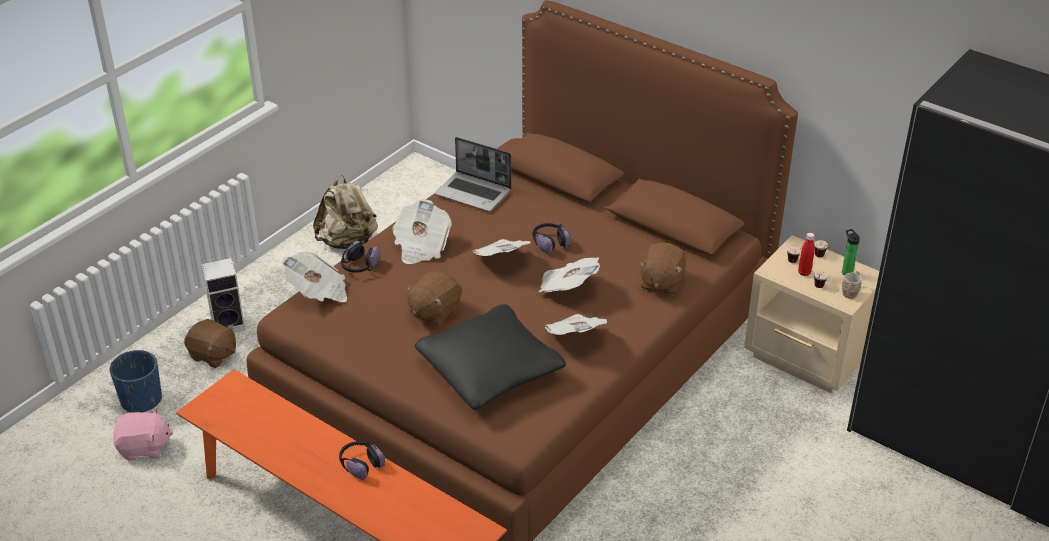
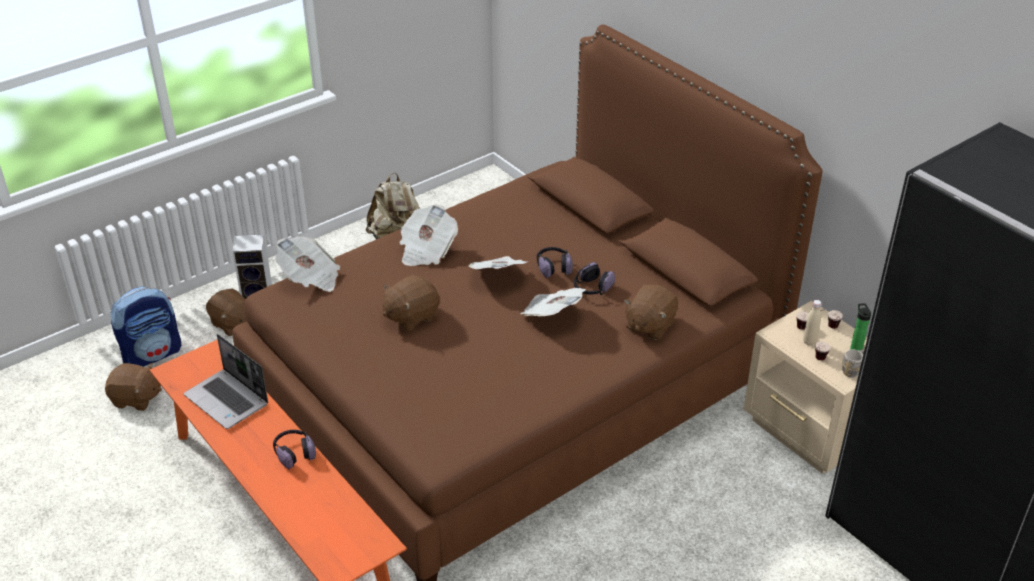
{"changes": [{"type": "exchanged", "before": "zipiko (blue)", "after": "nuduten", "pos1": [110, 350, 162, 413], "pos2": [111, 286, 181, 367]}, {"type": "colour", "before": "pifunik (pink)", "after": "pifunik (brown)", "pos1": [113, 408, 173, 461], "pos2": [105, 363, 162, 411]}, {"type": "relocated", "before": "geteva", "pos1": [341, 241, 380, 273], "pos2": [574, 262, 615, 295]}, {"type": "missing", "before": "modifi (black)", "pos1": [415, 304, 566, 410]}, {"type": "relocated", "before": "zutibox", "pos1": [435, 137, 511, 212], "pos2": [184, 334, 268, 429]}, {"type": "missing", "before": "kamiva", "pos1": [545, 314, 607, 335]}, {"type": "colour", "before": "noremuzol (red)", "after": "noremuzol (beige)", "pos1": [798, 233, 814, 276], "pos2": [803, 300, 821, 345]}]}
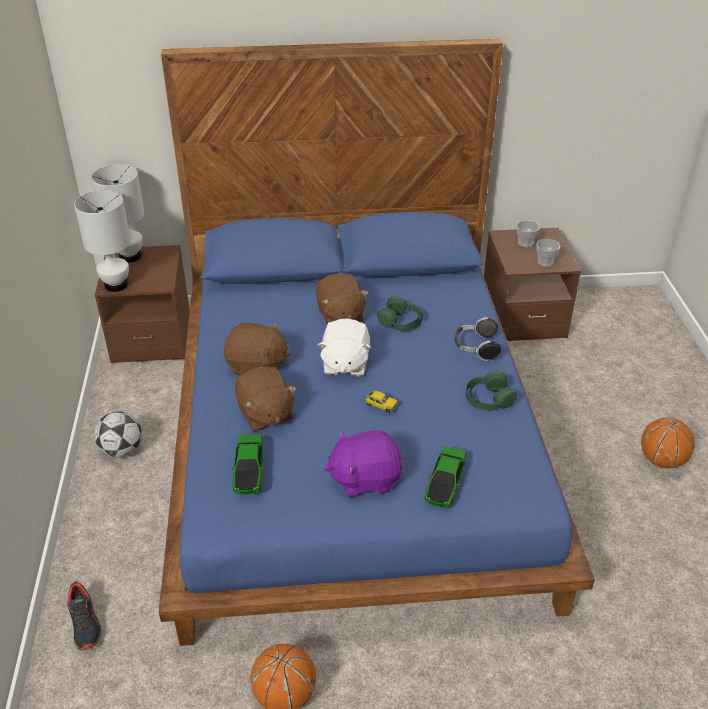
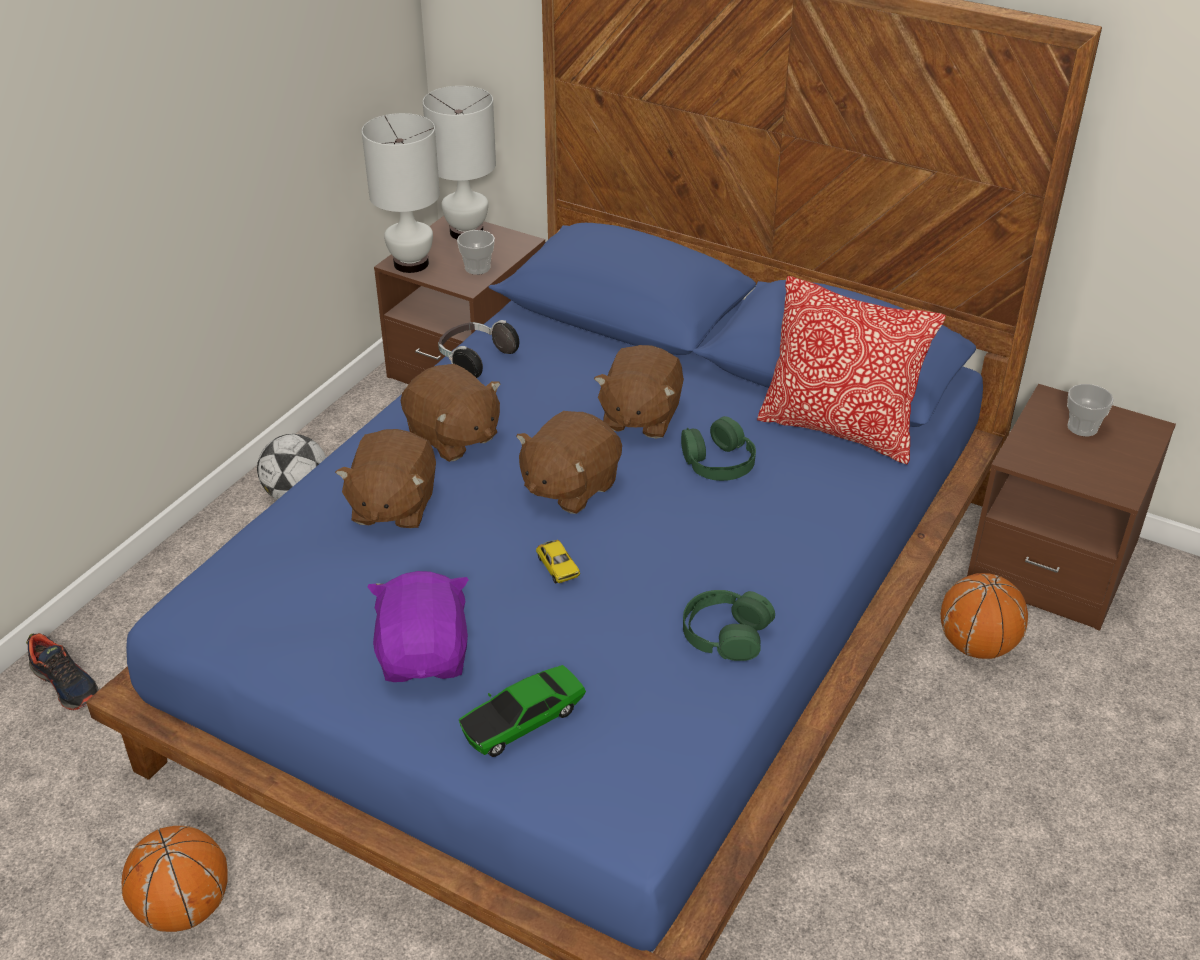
{"changes": [{"type": "spun", "before": "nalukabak", "pos1": [67, 581, 102, 650], "pos2": [26, 633, 99, 710], "turn": -60}, {"type": "missing", "before": "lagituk", "pos1": [231, 435, 264, 495]}, {"type": "colour", "before": "pifunik (white)", "after": "pifunik (brown)", "pos1": [318, 319, 371, 377], "pos2": [516, 411, 622, 514]}, {"type": "spun", "before": "pifunik (purple)", "pos1": [324, 430, 402, 498], "pos2": [367, 571, 469, 682], "turn": 60}, {"type": "relocated", "before": "geteva", "pos1": [455, 317, 501, 361], "pos2": [438, 320, 519, 378]}, {"type": "relocated", "before": "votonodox", "pos1": [537, 239, 560, 267], "pos2": [457, 230, 495, 275]}, {"type": "relocated", "before": "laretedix", "pos1": [641, 417, 695, 469], "pos2": [941, 573, 1028, 659]}, {"type": "appeared", "after": "modifi", "pos2": [757, 276, 946, 464]}]}
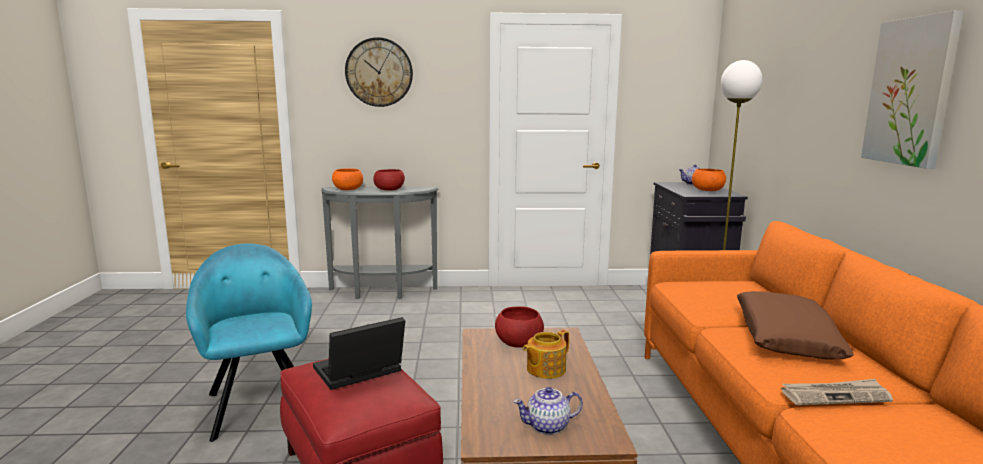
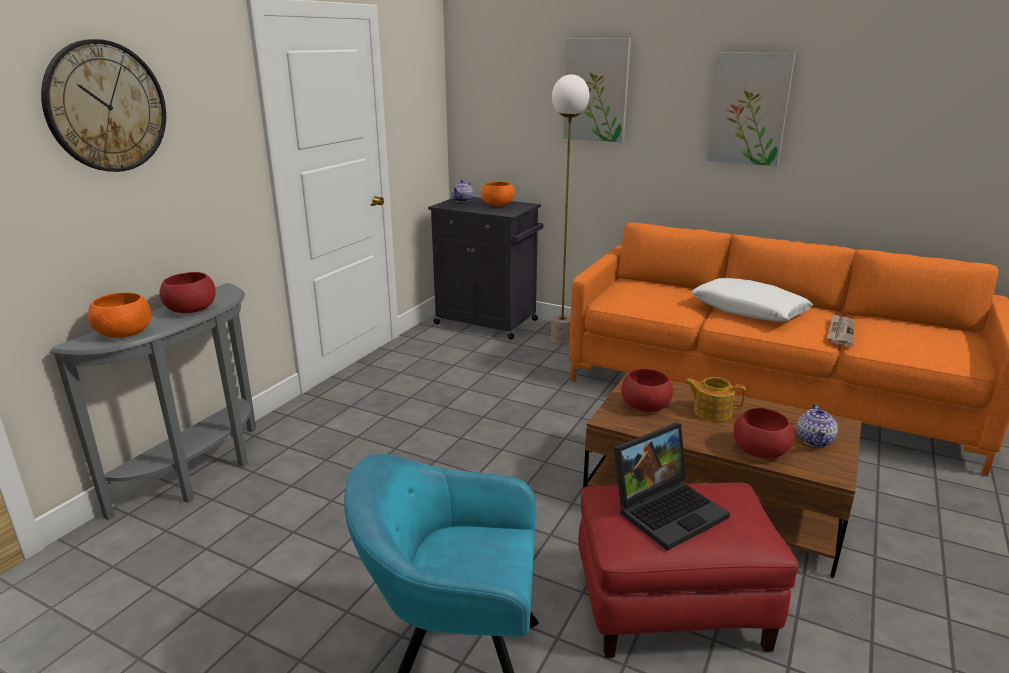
{"changes": [{"type": "spun", "before": "zutibox", "pos1": [313, 317, 405, 390], "pos2": [614, 423, 730, 551], "turn": -120}, {"type": "spun", "before": "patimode", "pos1": [523, 330, 569, 379], "pos2": [684, 377, 746, 421], "turn": 120}, {"type": "colour", "before": "modifi (brown)", "after": "modifi (white)", "pos1": [737, 291, 854, 360], "pos2": [691, 278, 813, 322]}, {"type": "appeared", "after": "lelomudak", "pos2": [563, 38, 631, 143]}, {"type": "appeared", "after": "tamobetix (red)", "pos2": [734, 408, 794, 458]}]}
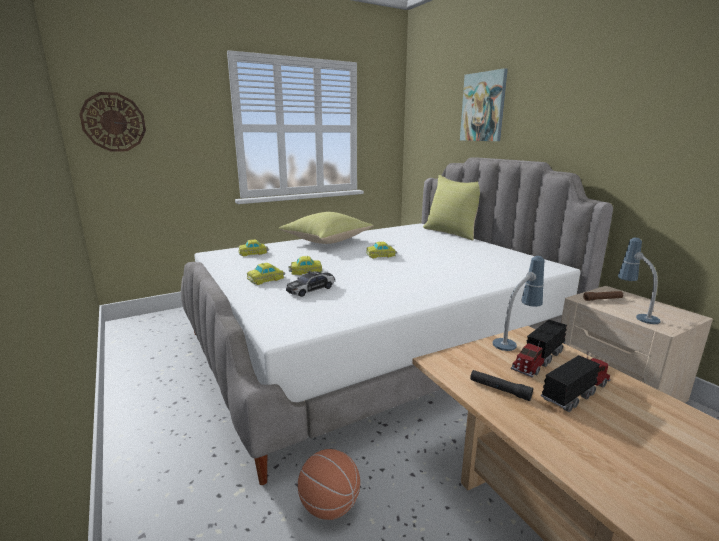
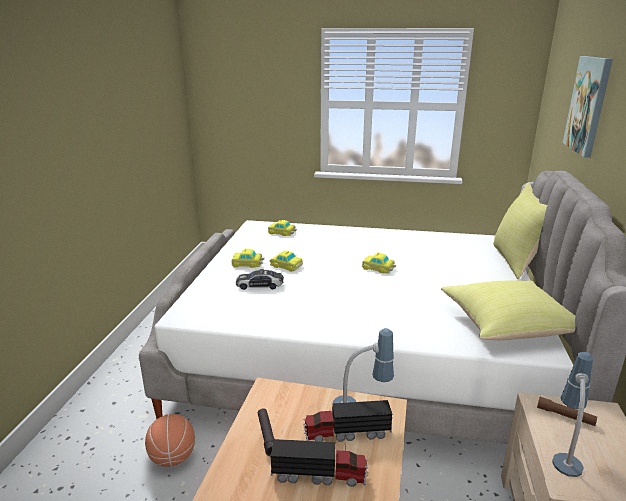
{"changes": [{"type": "missing", "before": "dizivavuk", "pos1": [79, 92, 146, 152]}, {"type": "relocated", "before": "modifi (yellow)", "pos1": [279, 212, 373, 244], "pos2": [441, 281, 575, 340]}]}
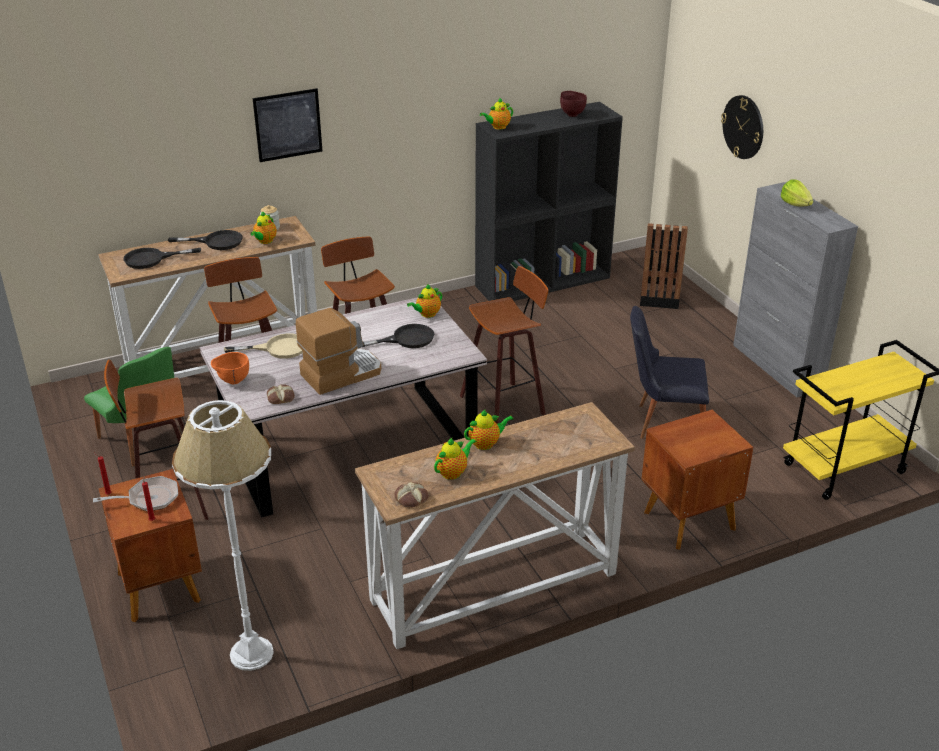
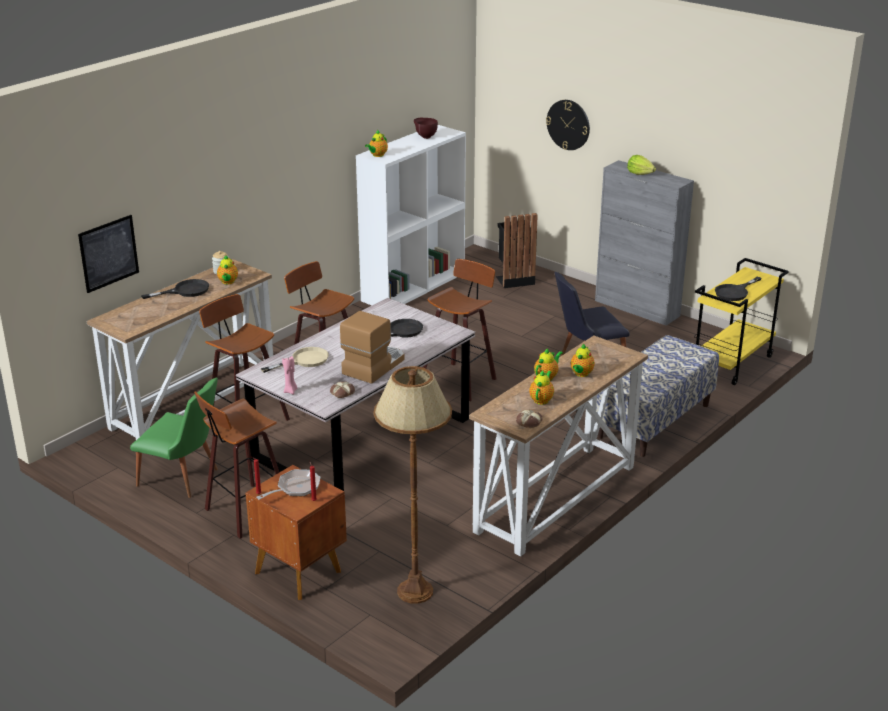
{"changes": [{"type": "relocated", "before": "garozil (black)", "pos1": [123, 248, 201, 269], "pos2": [715, 277, 762, 301]}, {"type": "colour", "before": "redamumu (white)", "after": "redamumu (brown)", "pos1": [172, 400, 274, 671], "pos2": [374, 366, 452, 604]}, {"type": "exchanged", "before": "tamobetix (orange)", "after": "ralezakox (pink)", "pos1": [211, 352, 249, 384], "pos2": [282, 356, 297, 394]}, {"type": "relocated", "before": "lelomudak", "pos1": [252, 88, 322, 162], "pos2": [78, 215, 139, 293]}, {"type": "relocated", "before": "patimode", "pos1": [407, 284, 442, 318], "pos2": [571, 344, 595, 377]}, {"type": "colour", "before": "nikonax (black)", "after": "nikonax (white)", "pos1": [475, 102, 623, 301], "pos2": [356, 125, 466, 306]}, {"type": "exchanged", "before": "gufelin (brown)", "after": "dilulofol", "pos1": [641, 410, 753, 550], "pos2": [596, 335, 719, 457]}]}
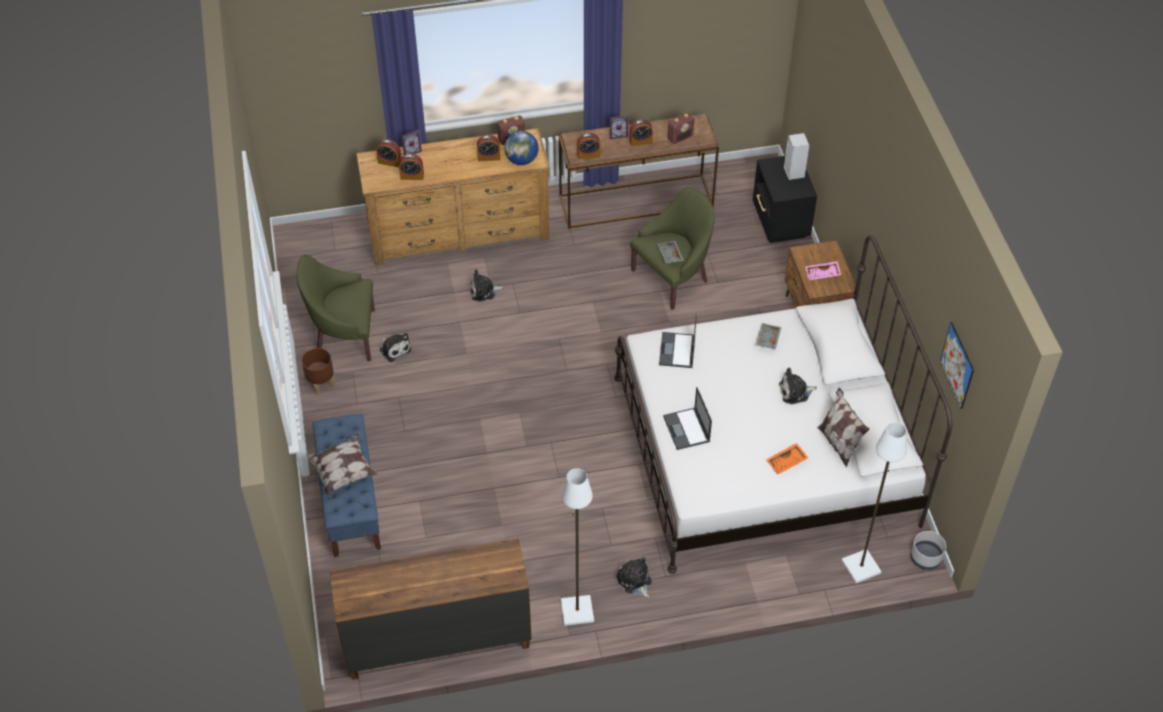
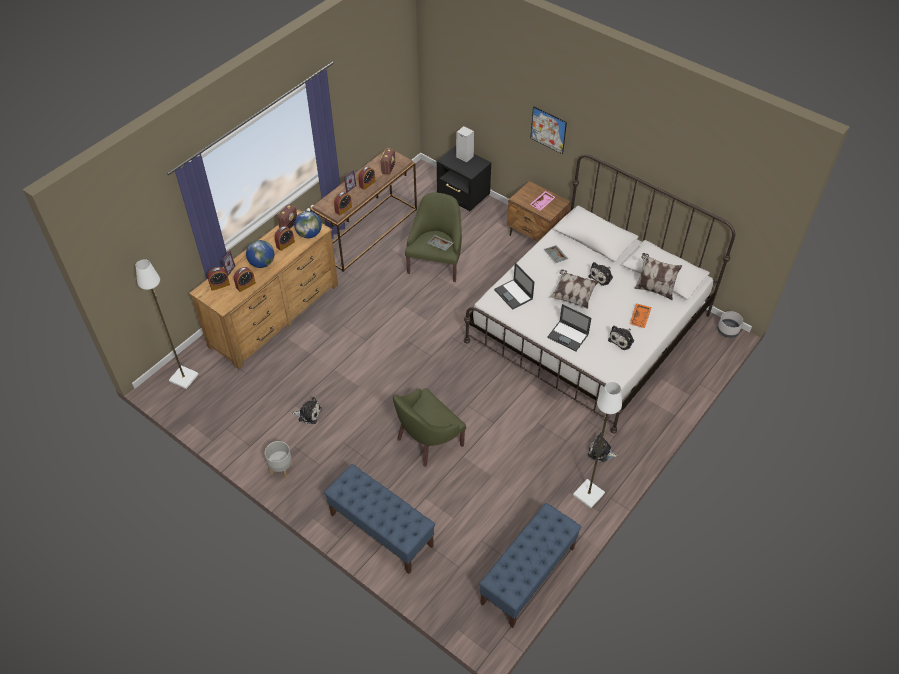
{"changes": [{"type": "relocated", "before": "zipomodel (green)", "pos1": [296, 255, 375, 361], "pos2": [393, 388, 466, 467]}, {"type": "colour", "before": "zipiko (brown)", "after": "zipiko (grey)", "pos1": [301, 348, 336, 395], "pos2": [265, 441, 293, 479]}, {"type": "relocated", "before": "modifi", "pos1": [306, 434, 377, 496], "pos2": [550, 269, 599, 309]}, {"type": "exchanged", "before": "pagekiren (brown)", "after": "dilulofol (blue)", "pos1": [330, 538, 532, 680], "pos2": [479, 503, 581, 628]}, {"type": "relocated", "before": "pifunik", "pos1": [470, 269, 504, 302], "pos2": [608, 326, 634, 350]}, {"type": "relocated", "before": "redamumu (white)", "pos1": [841, 422, 907, 583], "pos2": [135, 259, 199, 389]}, {"type": "relocated", "before": "lelomudak", "pos1": [940, 322, 974, 409], "pos2": [530, 106, 567, 154]}, {"type": "appeared", "after": "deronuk", "pos2": [246, 240, 274, 268]}]}
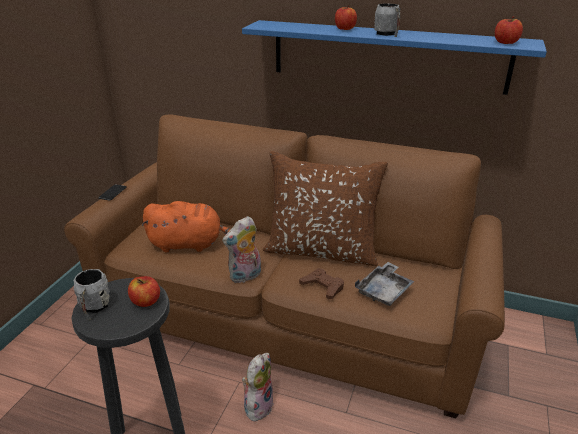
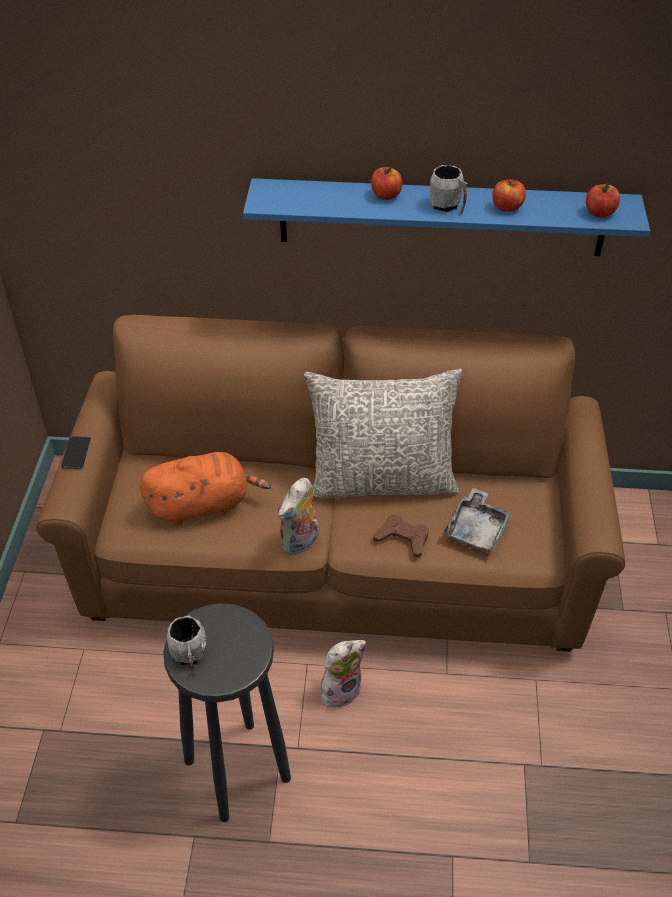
{"changes": [{"type": "relocated", "before": "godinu", "pos1": [128, 276, 160, 307], "pos2": [492, 179, 526, 212]}, {"type": "spun", "before": "pifunik", "pos1": [242, 353, 274, 422], "pos2": [321, 640, 366, 708], "turn": 45}, {"type": "colour", "before": "modifi (brown)", "after": "modifi (grey)", "pos1": [263, 151, 388, 266], "pos2": [304, 368, 463, 499]}]}
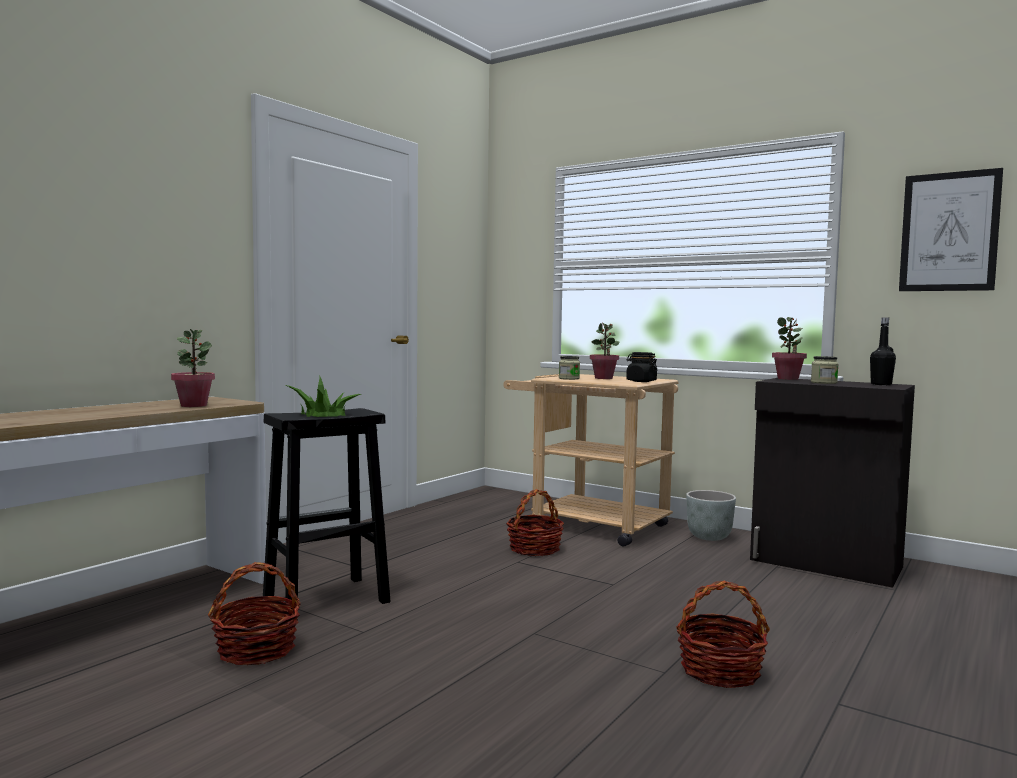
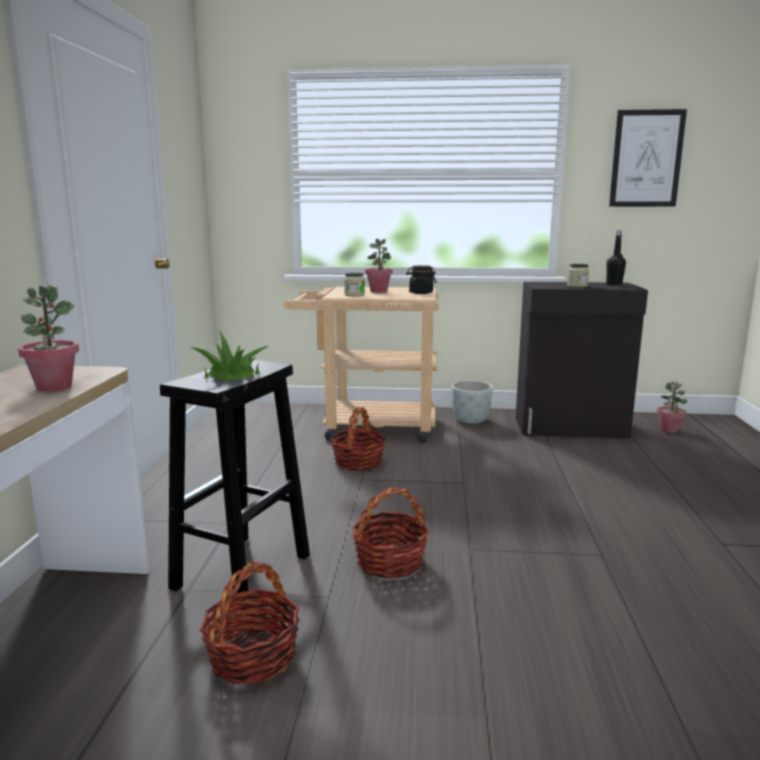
{"changes": [{"type": "relocated", "before": "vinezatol", "pos1": [676, 580, 770, 688], "pos2": [352, 487, 429, 579]}, {"type": "relocated", "before": "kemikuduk", "pos1": [772, 317, 807, 380], "pos2": [657, 381, 688, 433]}]}
